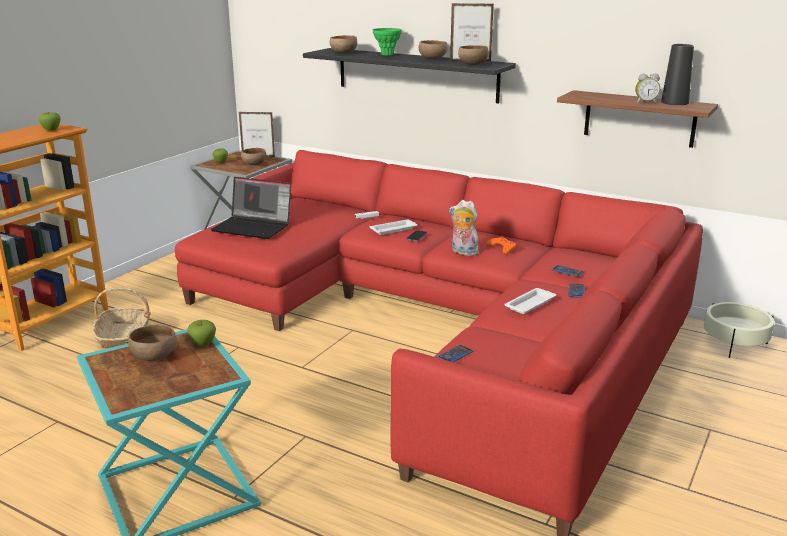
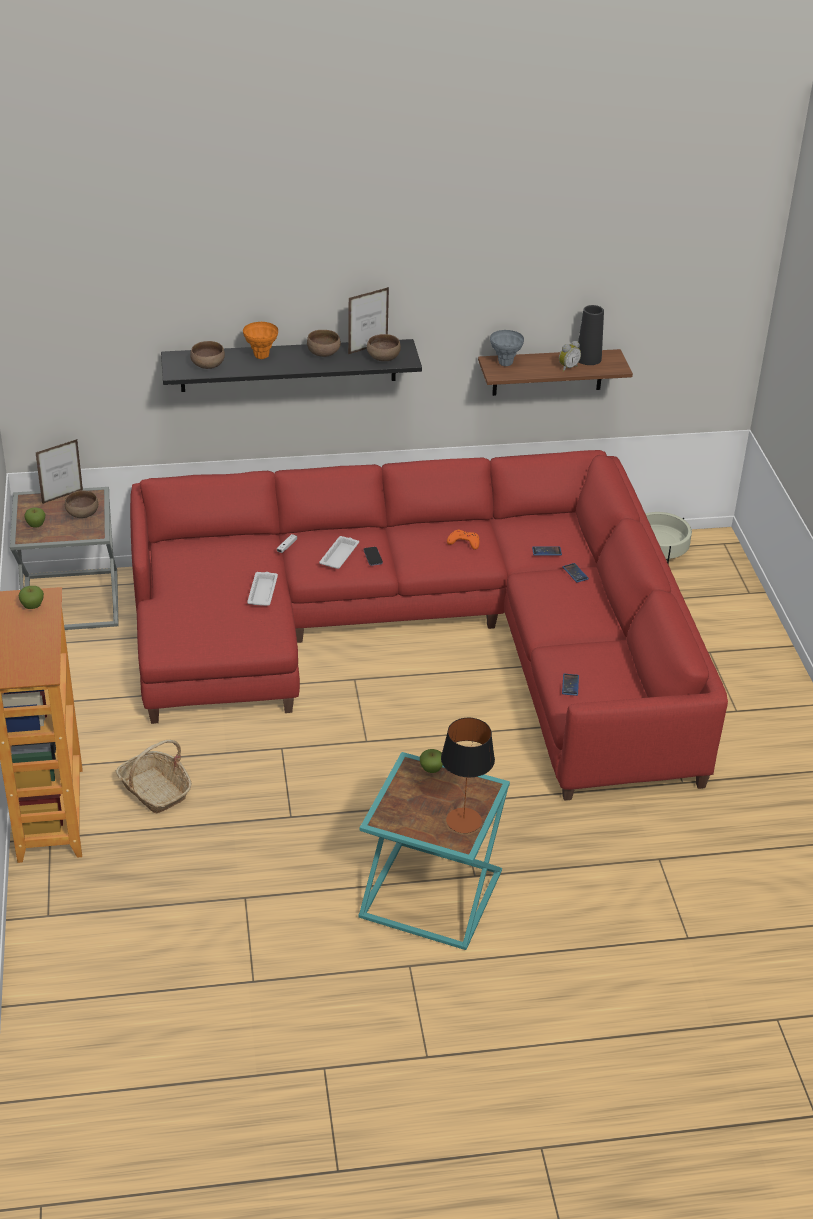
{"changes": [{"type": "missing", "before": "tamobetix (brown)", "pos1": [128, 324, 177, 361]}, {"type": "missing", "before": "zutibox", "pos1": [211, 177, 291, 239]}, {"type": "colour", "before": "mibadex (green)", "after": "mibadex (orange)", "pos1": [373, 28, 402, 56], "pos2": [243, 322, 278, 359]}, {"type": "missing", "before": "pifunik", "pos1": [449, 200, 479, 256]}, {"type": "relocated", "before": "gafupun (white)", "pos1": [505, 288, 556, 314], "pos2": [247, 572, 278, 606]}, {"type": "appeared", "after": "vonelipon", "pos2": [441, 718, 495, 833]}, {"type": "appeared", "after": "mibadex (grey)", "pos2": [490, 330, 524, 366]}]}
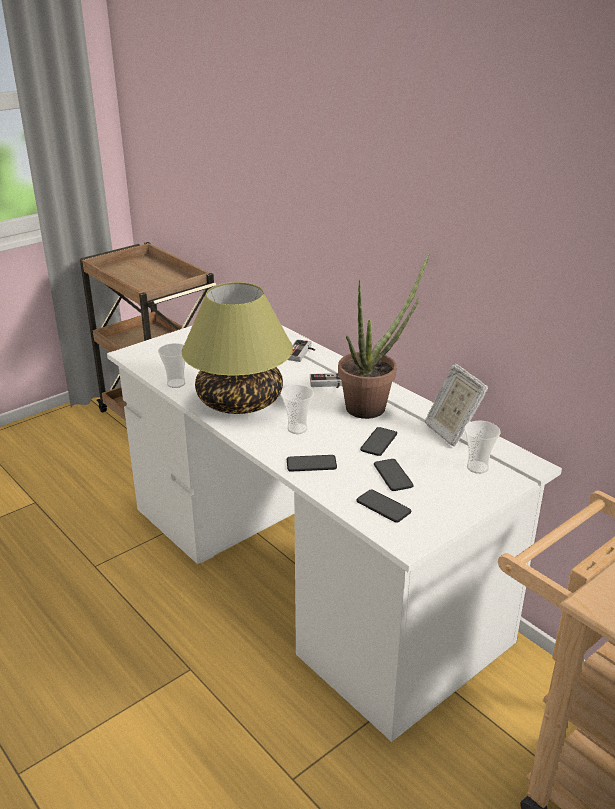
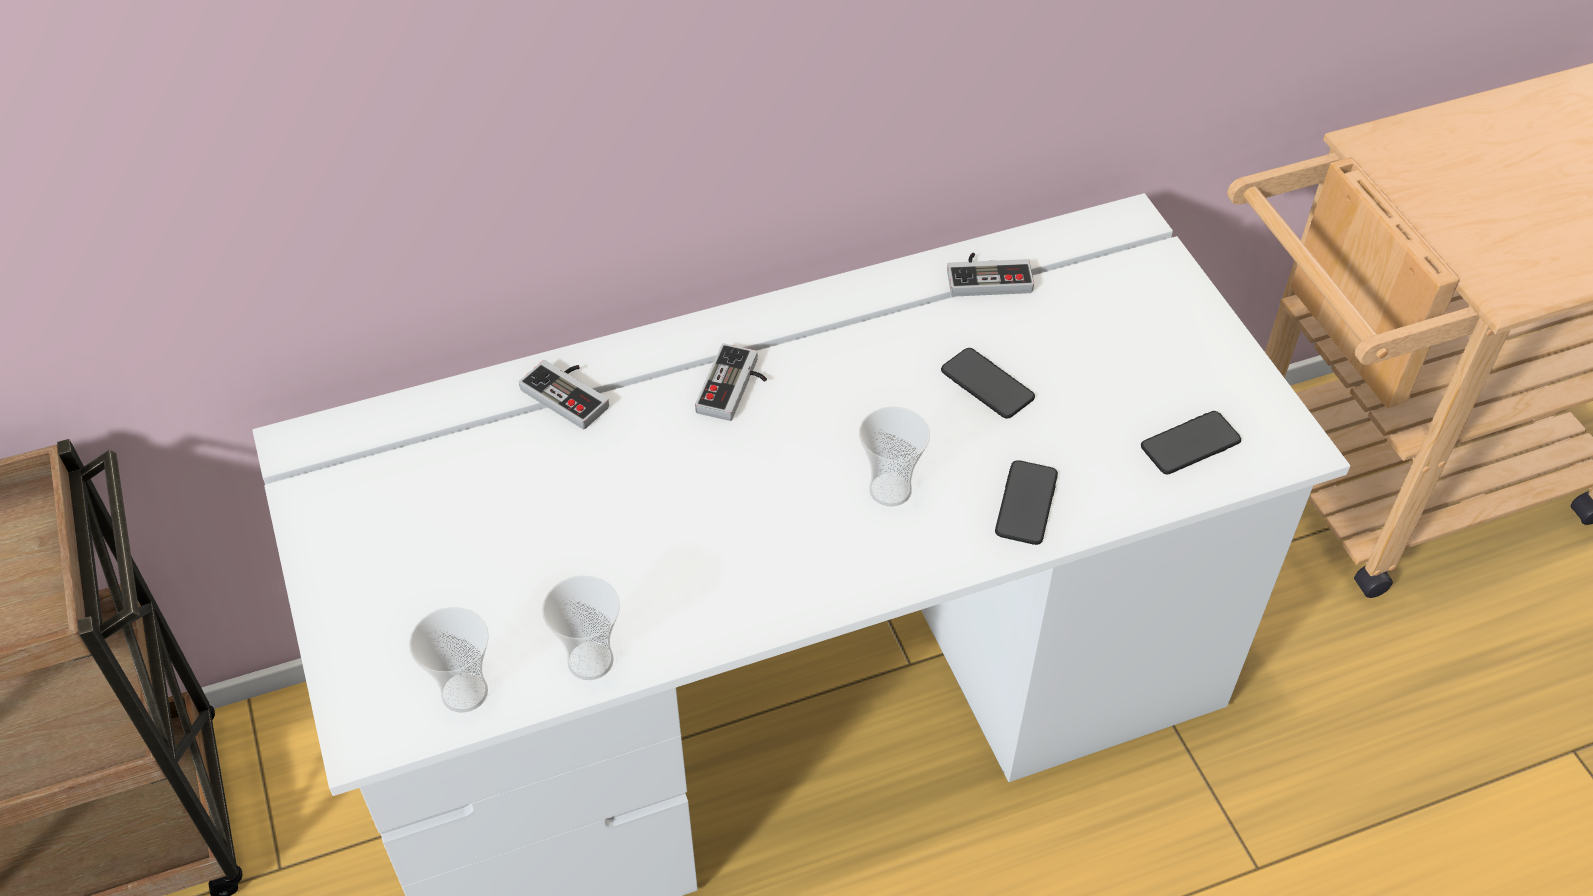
{"changes": [{"type": "missing", "before": "vonelipon", "pos1": [182, 282, 293, 414]}, {"type": "missing", "before": "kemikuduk", "pos1": [338, 254, 429, 419]}, {"type": "missing", "before": "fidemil", "pos1": [374, 459, 414, 491]}, {"type": "exchanged", "before": "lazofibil", "after": "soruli", "pos1": [424, 364, 489, 447], "pos2": [947, 253, 1034, 297]}, {"type": "relocated", "before": "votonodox", "pos1": [464, 421, 501, 474], "pos2": [409, 607, 489, 713]}]}
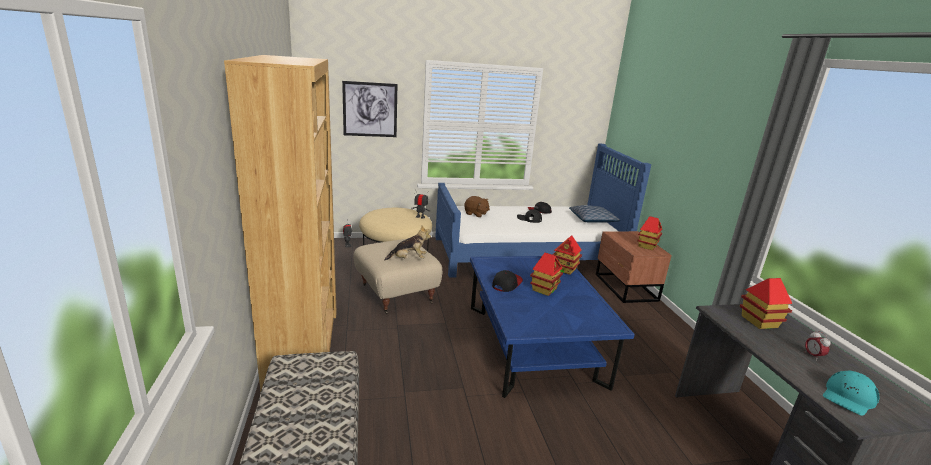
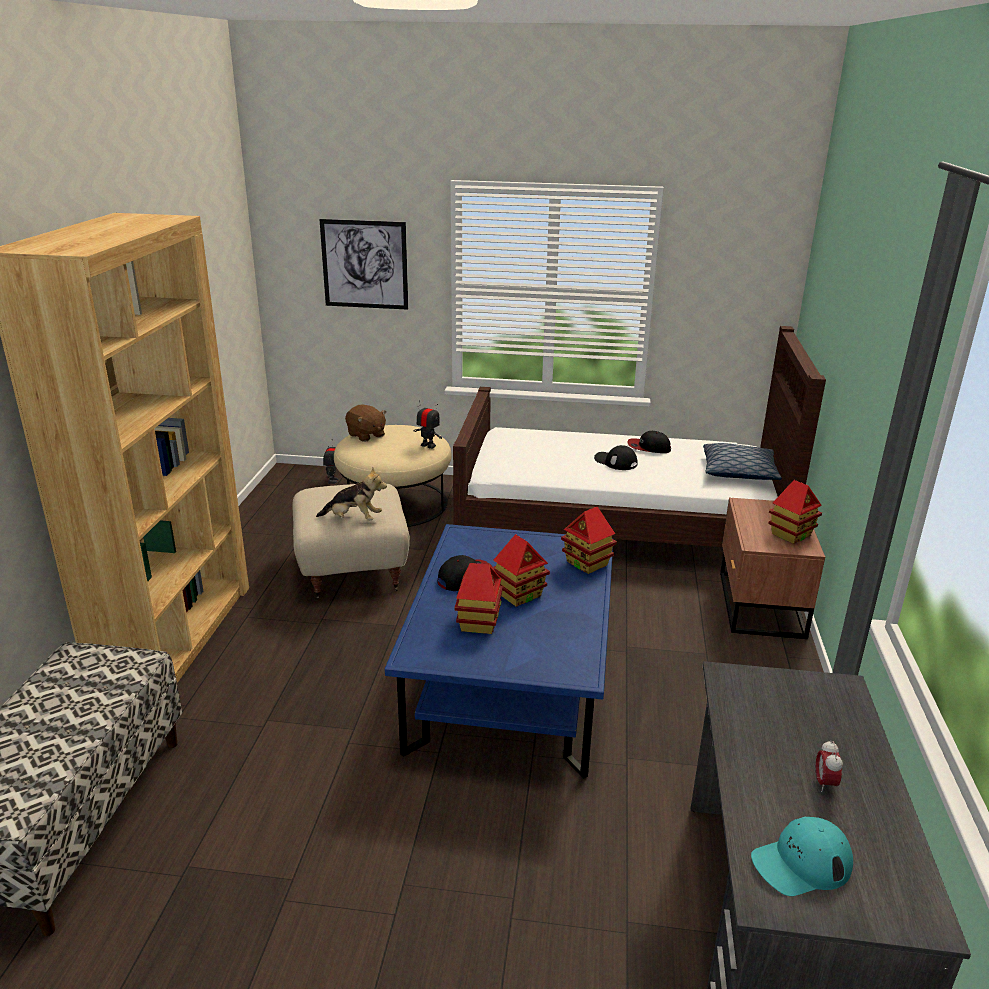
{"changes": [{"type": "colour", "before": "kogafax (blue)", "after": "kogafax (brown)", "pos1": [435, 144, 651, 278], "pos2": [453, 326, 826, 547]}, {"type": "relocated", "before": "pifunik (brown)", "pos1": [464, 196, 490, 217], "pos2": [345, 404, 386, 442]}, {"type": "relocated", "before": "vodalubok", "pos1": [740, 278, 792, 329], "pos2": [455, 563, 503, 634]}]}
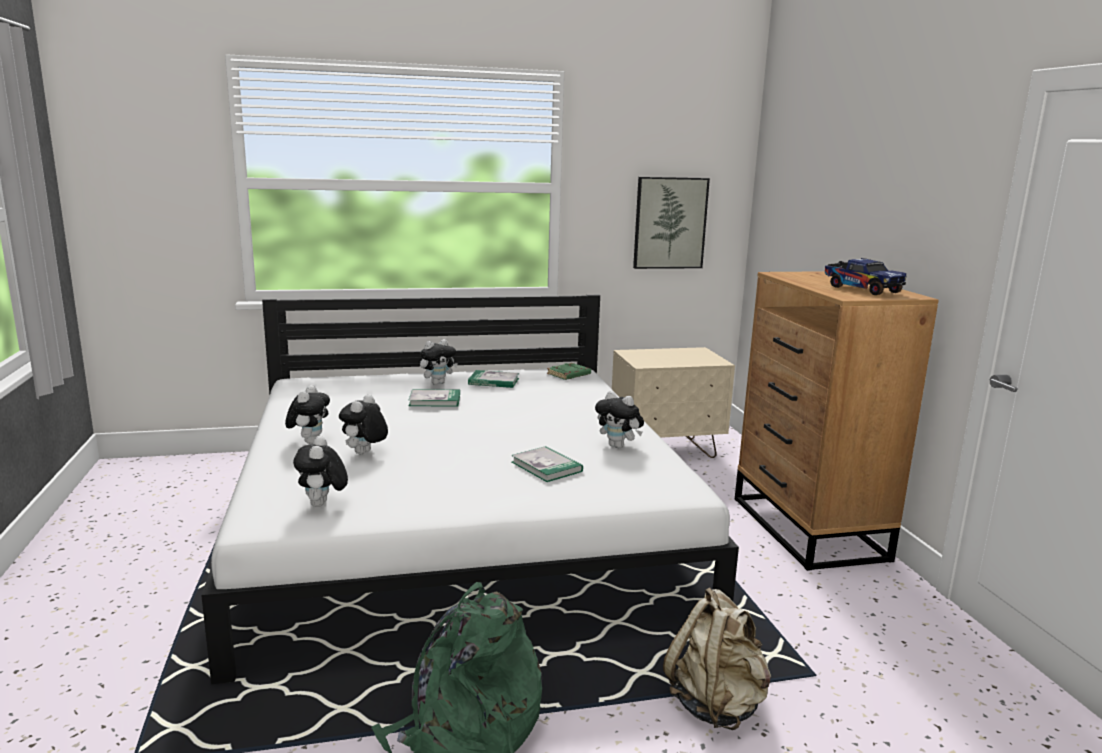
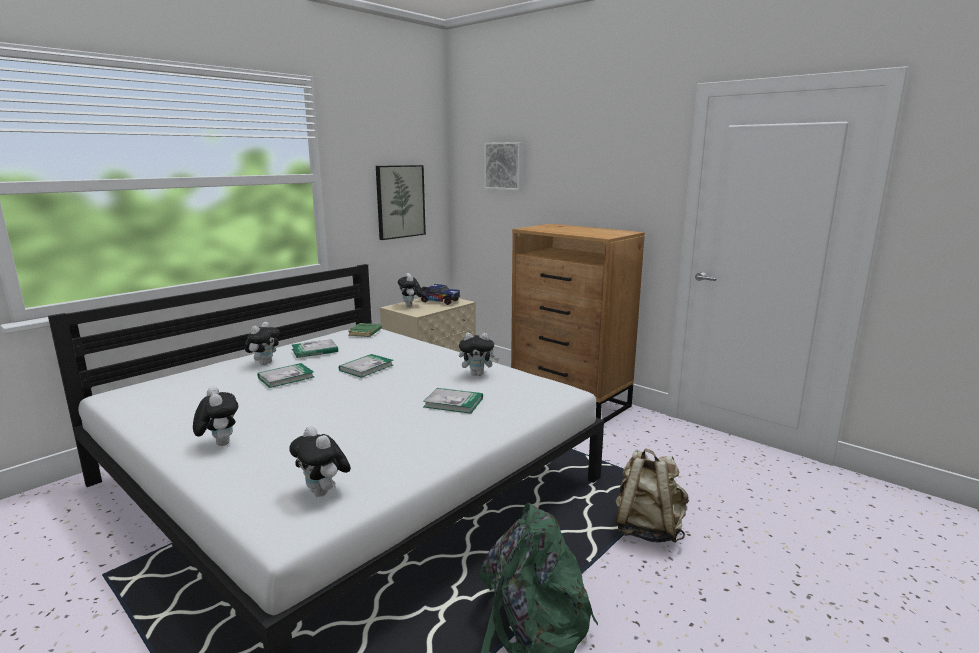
{"changes": [{"type": "relocated", "before": "pifunik", "pos1": [339, 394, 388, 454], "pos2": [398, 273, 422, 307]}, {"type": "relocated", "before": "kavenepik", "pos1": [825, 258, 906, 295], "pos2": [421, 284, 460, 305]}, {"type": "appeared", "after": "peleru", "pos2": [339, 354, 393, 378]}, {"type": "appeared", "after": "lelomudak", "pos2": [484, 142, 523, 190]}]}
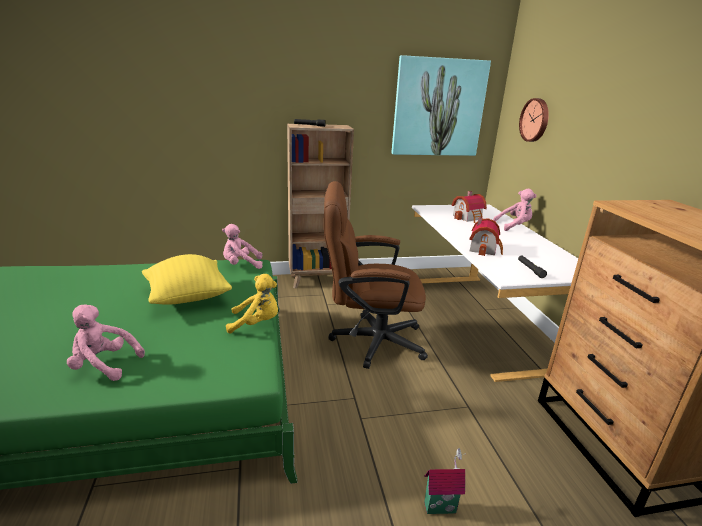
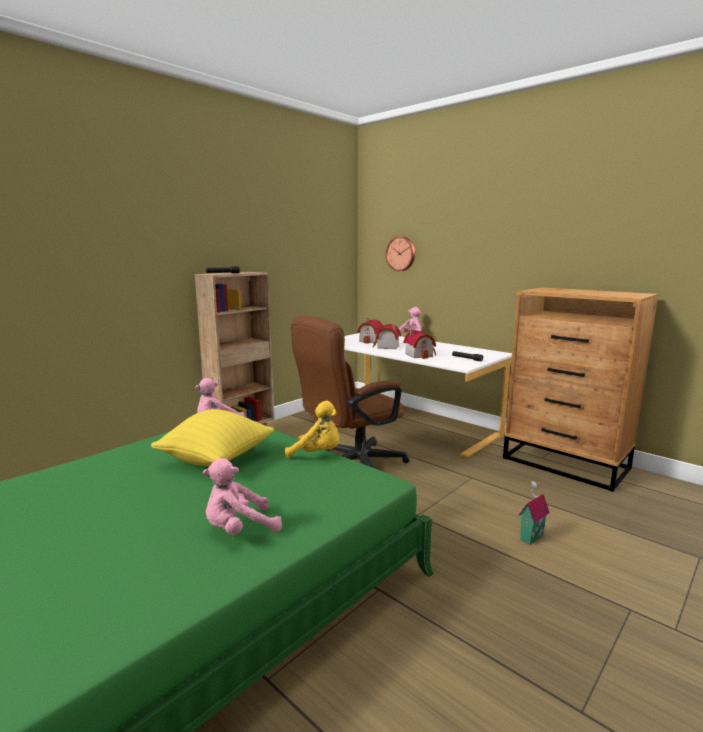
{"changes": [{"type": "spun", "before": "pifunik (yellow)", "pos1": [226, 274, 278, 333], "pos2": [285, 401, 339, 458], "turn": 60}, {"type": "missing", "before": "lelomudak", "pos1": [392, 55, 491, 156]}, {"type": "appeared", "after": "vodalubok", "pos2": [373, 324, 401, 349]}]}
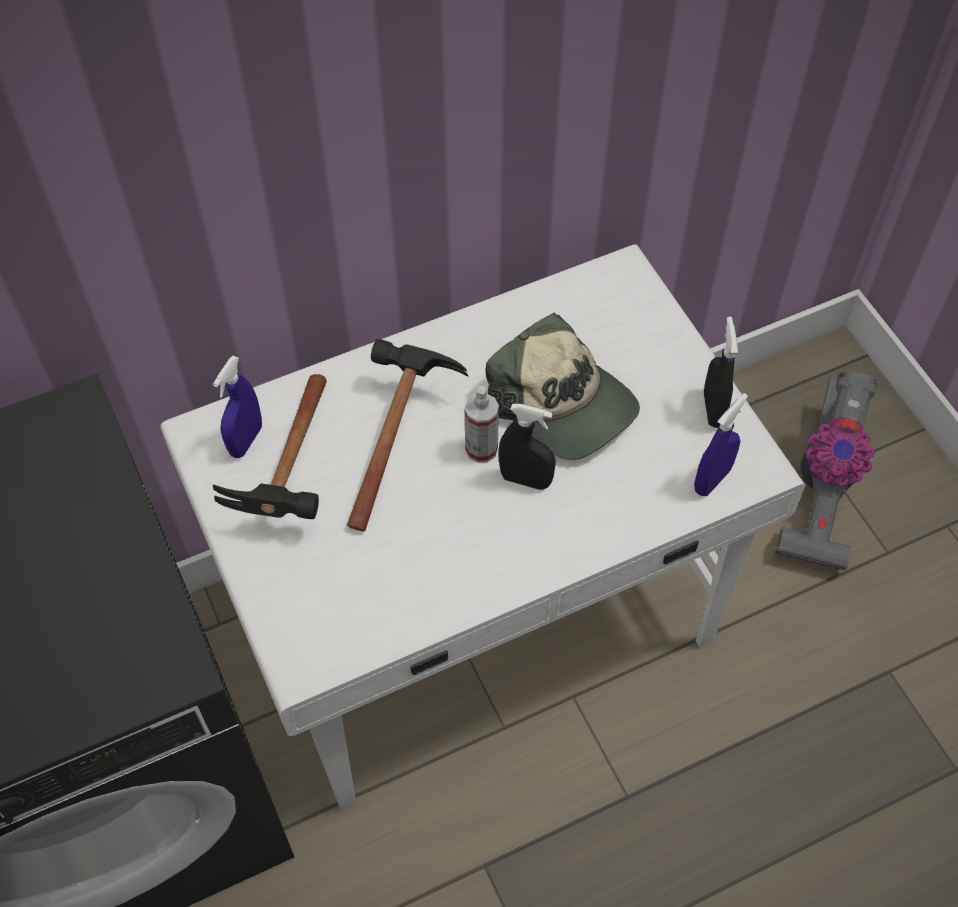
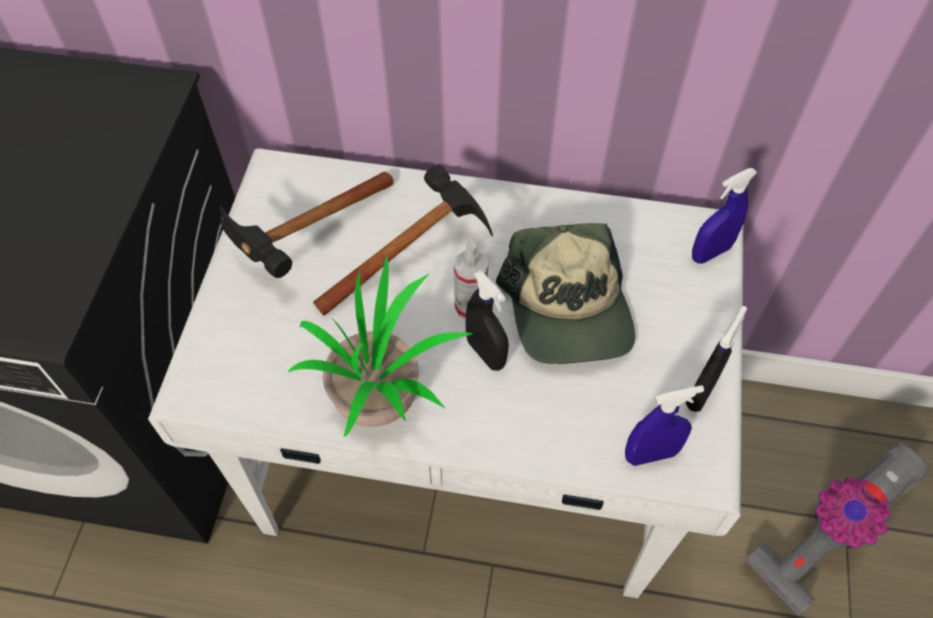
{"changes": [{"type": "relocated", "before": "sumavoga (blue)", "pos1": [213, 356, 262, 458], "pos2": [692, 168, 757, 264]}, {"type": "appeared", "after": "kemikuduk", "pos2": [288, 253, 473, 436]}]}
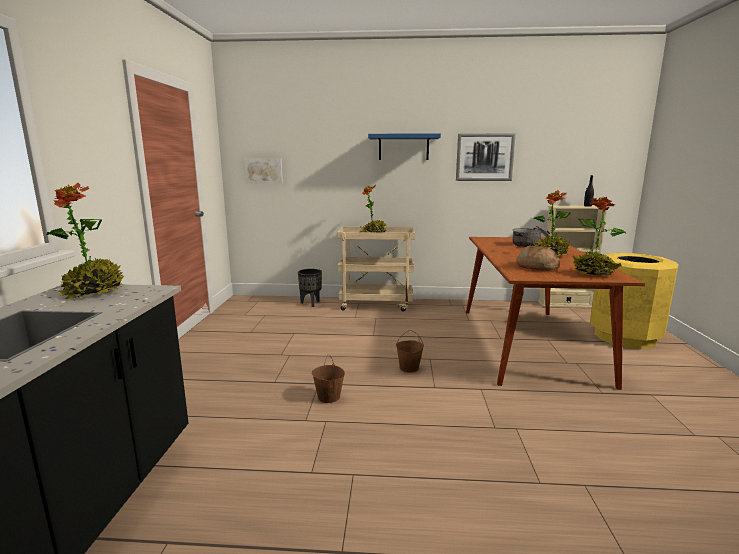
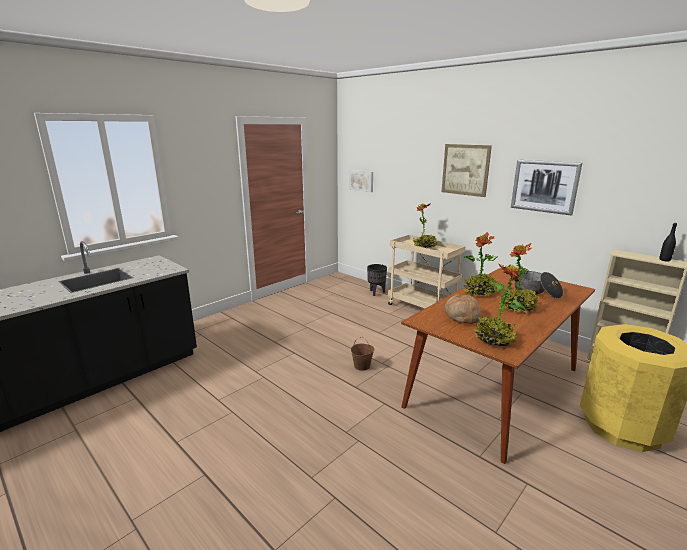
{"changes": [{"type": "relocated", "before": "kemikuduk", "pos1": [47, 183, 124, 299], "pos2": [464, 232, 498, 297]}, {"type": "missing", "before": "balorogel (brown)", "pos1": [312, 355, 345, 403]}, {"type": "exchanged", "before": "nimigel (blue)", "after": "lelomudak", "pos1": [368, 133, 441, 160], "pos2": [442, 144, 492, 197]}]}
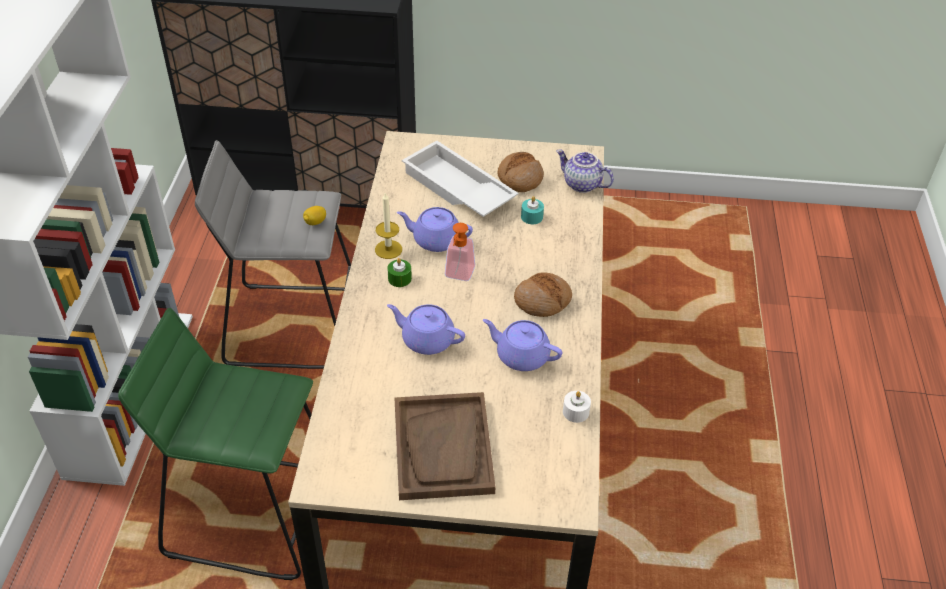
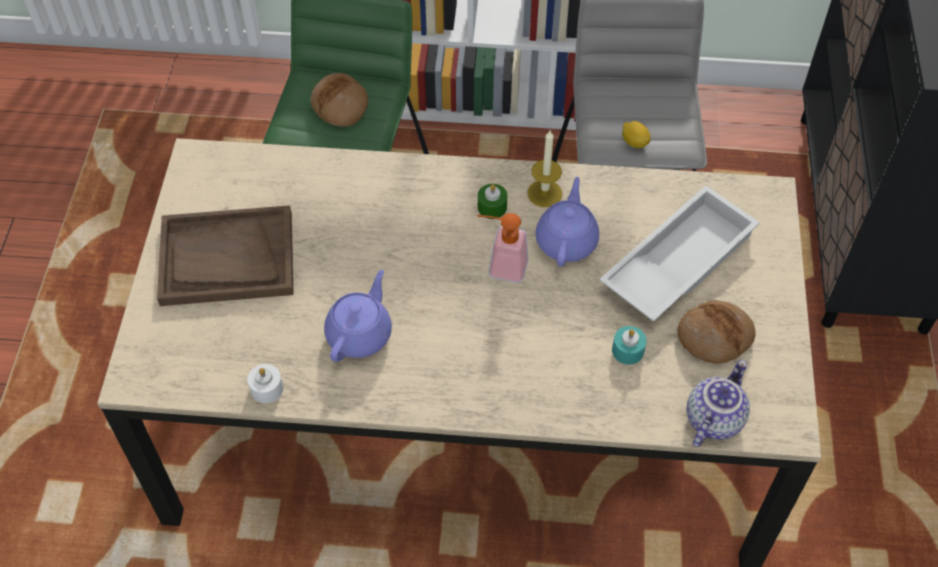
{"changes": [{"type": "missing", "before": "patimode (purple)", "pos1": [387, 304, 465, 355]}, {"type": "relocated", "before": "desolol", "pos1": [514, 273, 572, 317], "pos2": [310, 73, 368, 127]}]}
